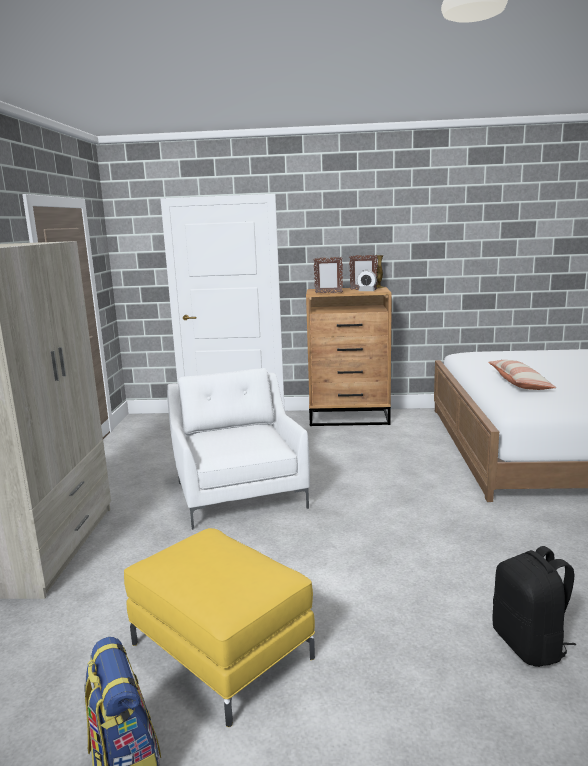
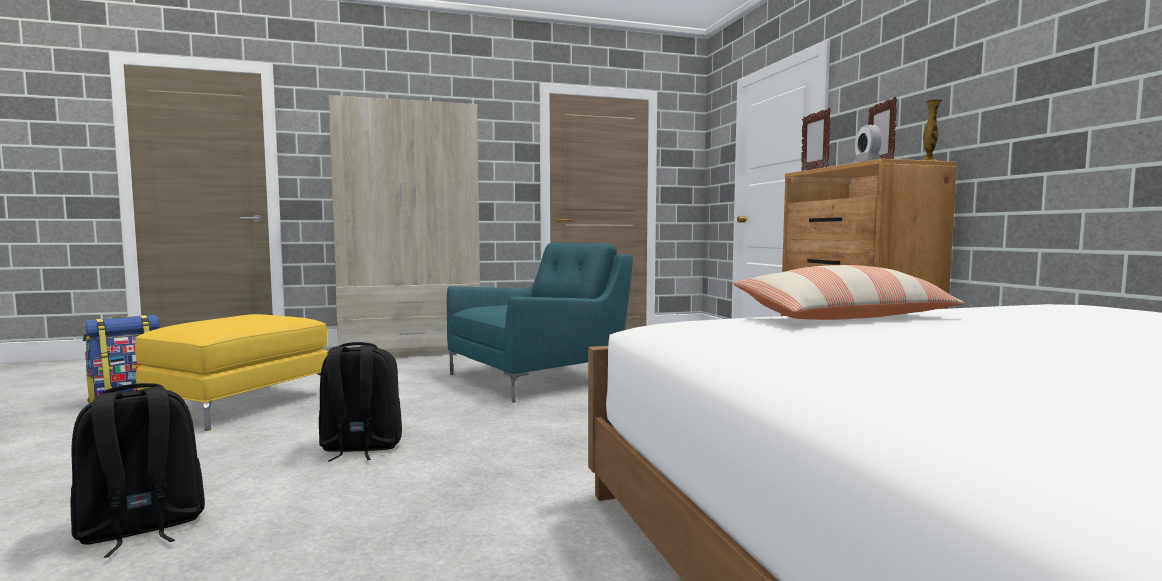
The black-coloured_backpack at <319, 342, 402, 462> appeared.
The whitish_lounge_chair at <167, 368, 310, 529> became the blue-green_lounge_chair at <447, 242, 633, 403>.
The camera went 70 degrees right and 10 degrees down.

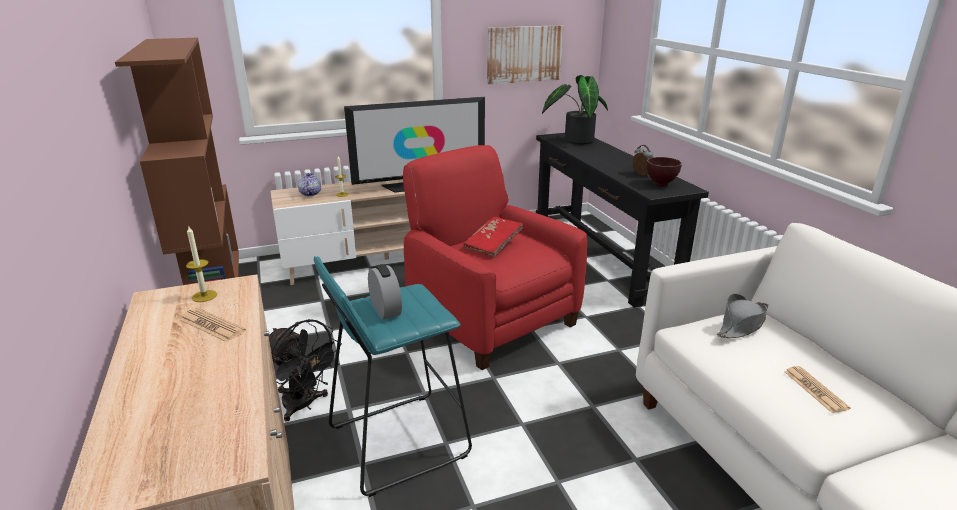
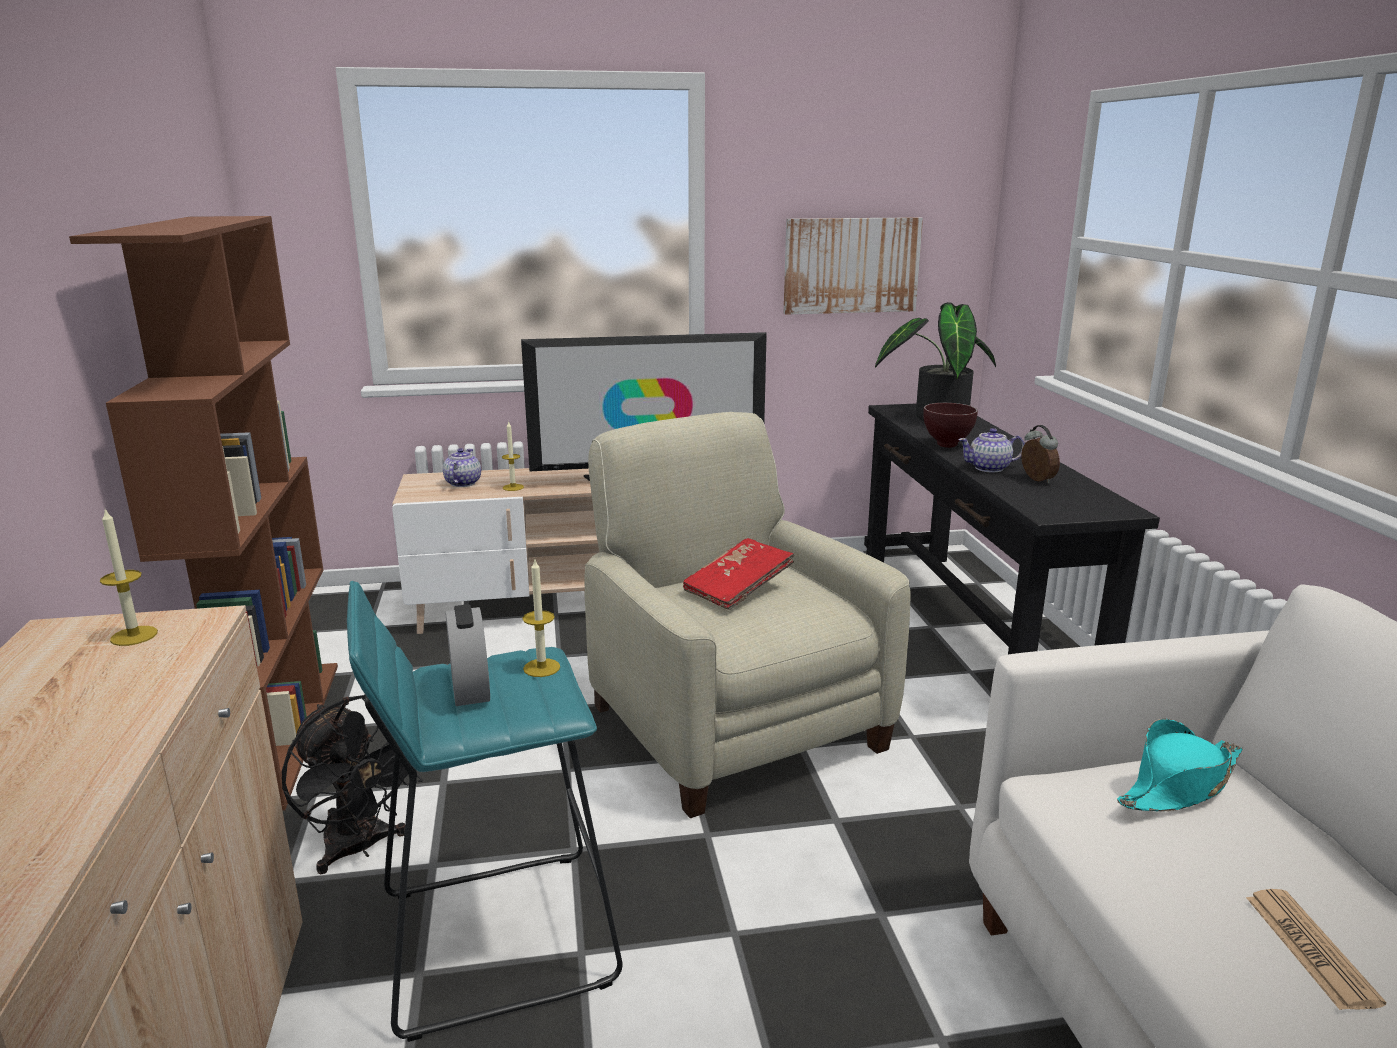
The wax_light at <523, 560, 560, 677> appeared.
The red-coloured_lounge_chair at <403, 145, 587, 370> became the beige_lounge_chair at <585, 412, 910, 818>.
The brown-coloured_bowl moved from <647, 157, 682, 186> to <923, 403, 978, 448>.
The tea_pot at <958, 428, 1025, 472> appeared.
The greyish_clothing_hat at <717, 294, 768, 338> became the blue-green_clothing_hat at <1117, 719, 1243, 812>.
The newspaper at <180, 308, 246, 342> disappeared.
The camera went 10 degrees right and 5 degrees down.

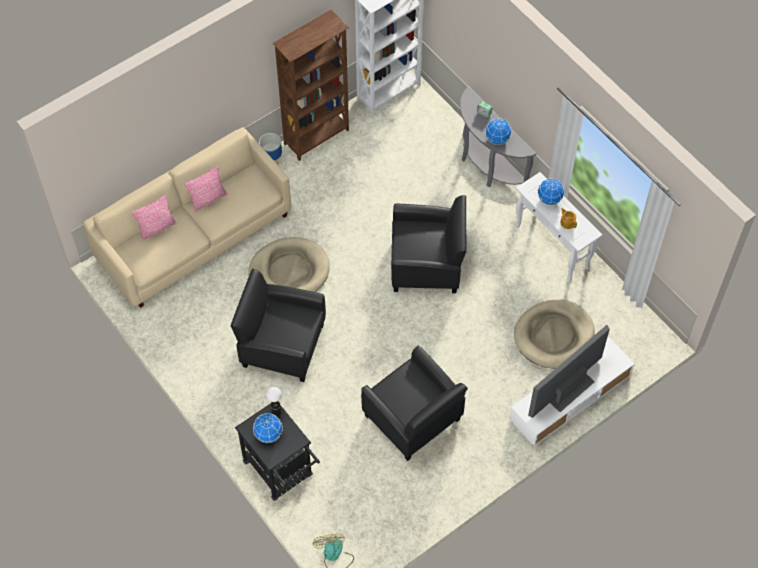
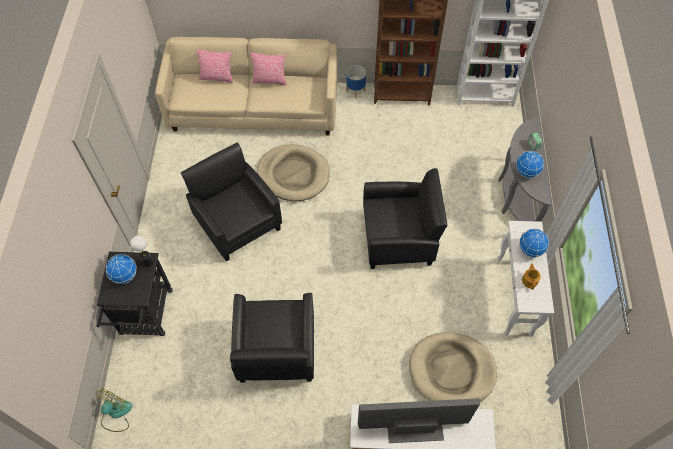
The black-coloured_lounge_chair at <391, 195, 466, 293> turned 45 degrees counterclockwise.
The camera went 40 degrees right and 0 degrees up.

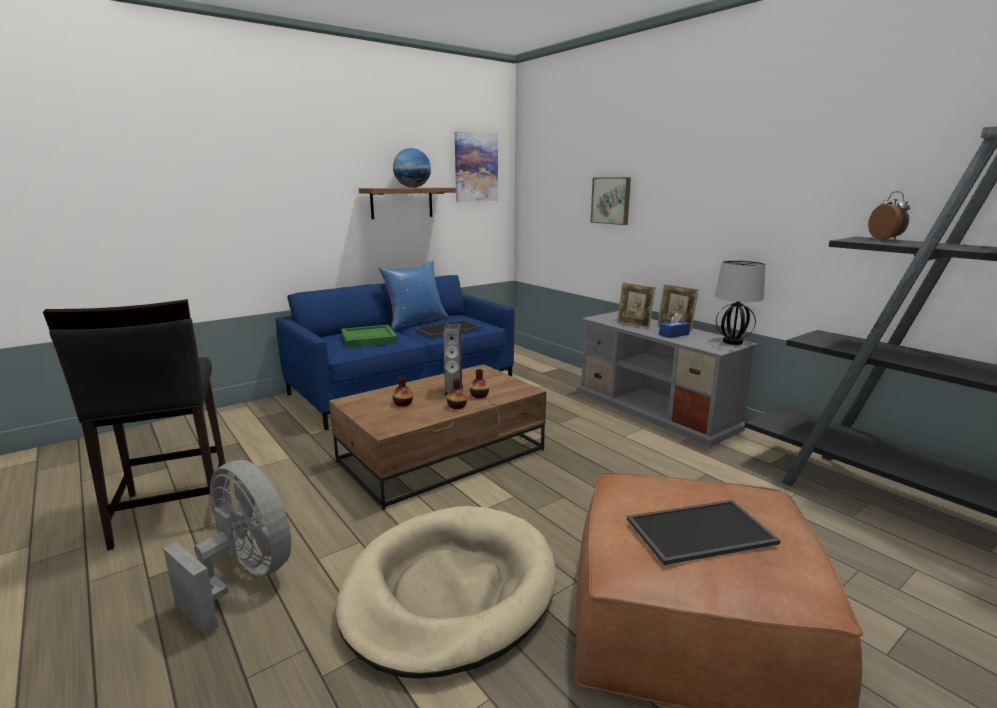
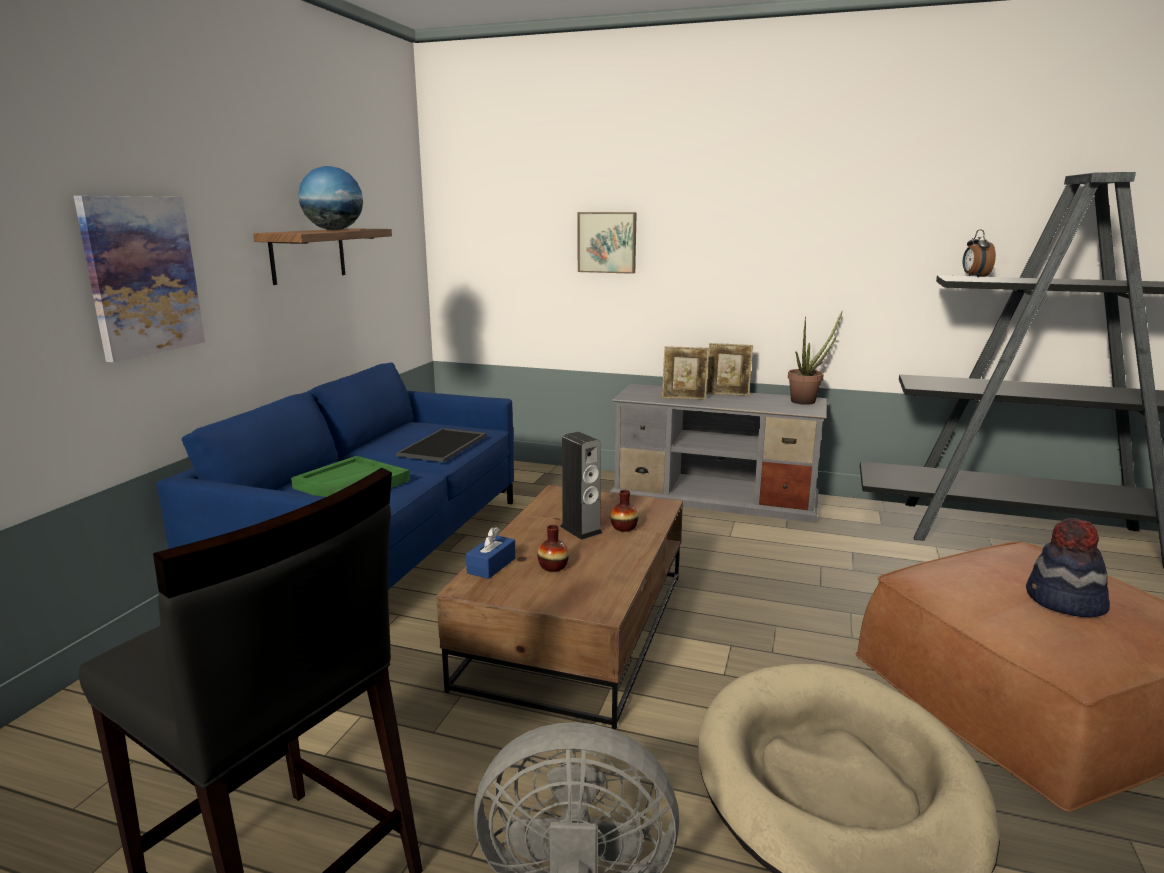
The wall_art moved from <455, 131, 498, 202> to <74, 196, 205, 362>.
The bluish_tissue_holder moved from <659, 312, 690, 338> to <466, 527, 516, 579>.
The tabletop_lamp at <715, 260, 766, 345> was replaced by the potted_plant at <788, 310, 843, 405>.
The bedside_clock at <868, 191, 911, 240> turned 135 degrees counterclockwise.
The serving_tray at <627, 500, 781, 565> was replaced by the clothing_hat at <1026, 518, 1110, 617>.
The bluish_pillow at <378, 261, 449, 330> disappeared.
The flower_vase at <447, 378, 467, 409> disappeared.
The camera went 35 degrees left and 0 degrees up.

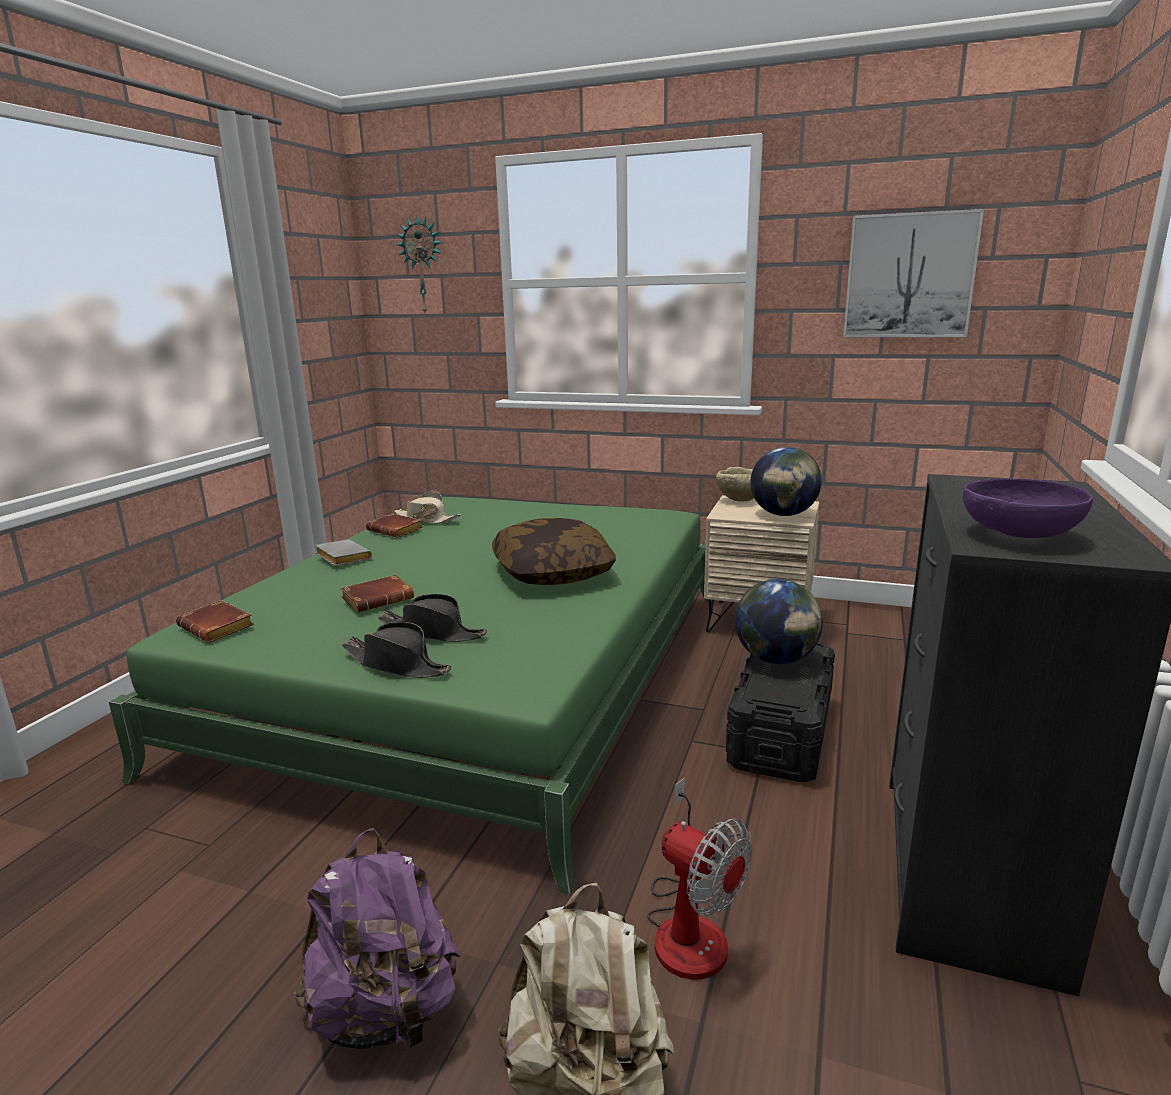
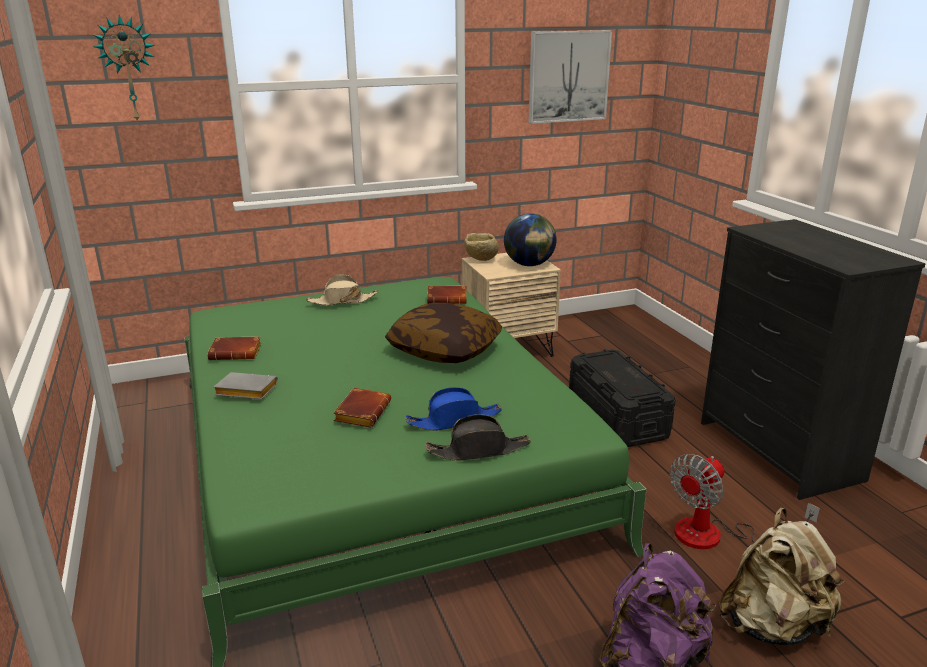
The beige_clothing_hat moved from <394, 490, 460, 524> to <306, 274, 378, 306>.
The black-coloured_clothing_hat at <378, 594, 487, 642> became the bluish_clothing_hat at <406, 387, 502, 431>.
The brown-coloured_book moved from <176, 600, 254, 643> to <427, 286, 467, 304>.
The cooling_fan at <647, 778, 752, 980> turned 135 degrees clockwise.
The world_globe at <735, 579, 823, 664> disappeared.
The purple-coloured_bowl at <963, 478, 1093, 538> disappeared.
The camera went 40 degrees left and 5 degrees up.

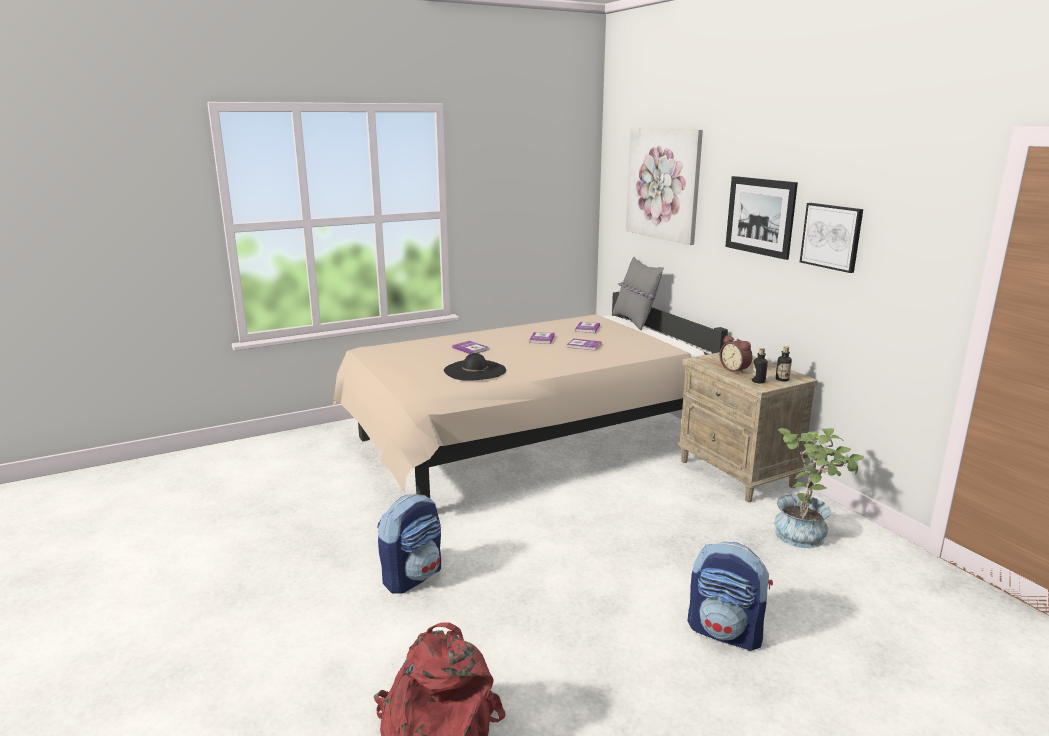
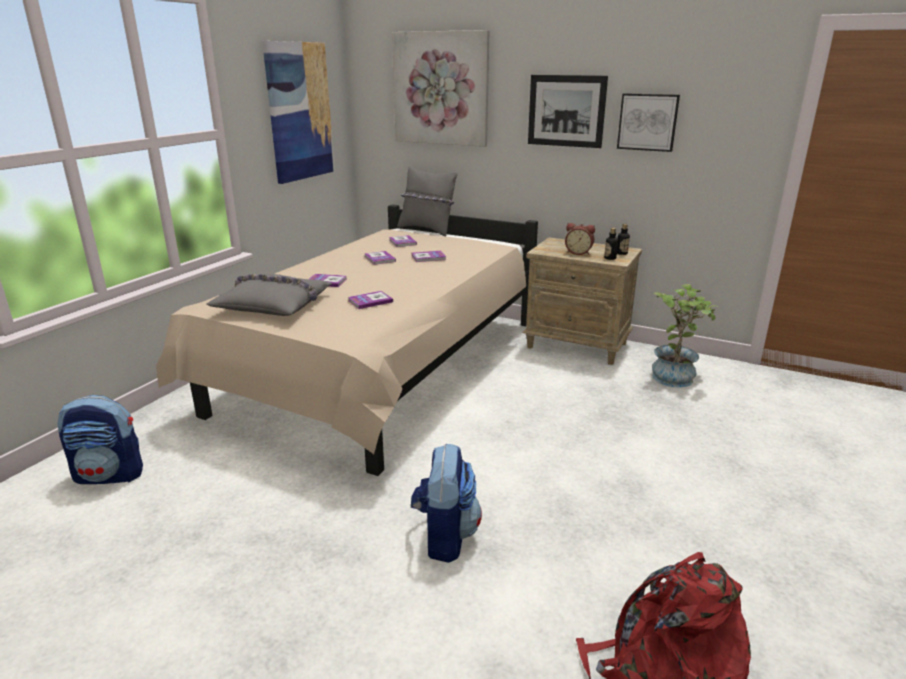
The backpack moved from <688, 542, 773, 651> to <57, 395, 143, 484>.
The greyish_pillow at <206, 274, 332, 316> appeared.
The wall_art at <262, 41, 334, 184> appeared.
The black-coloured_clothing_hat at <444, 353, 506, 381> was replaced by the book at <348, 291, 393, 309>.
The camera went 35 degrees left and 5 degrees up.

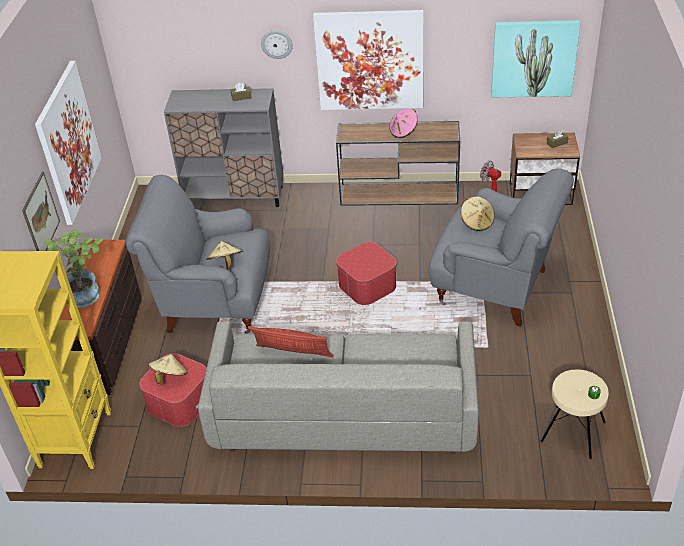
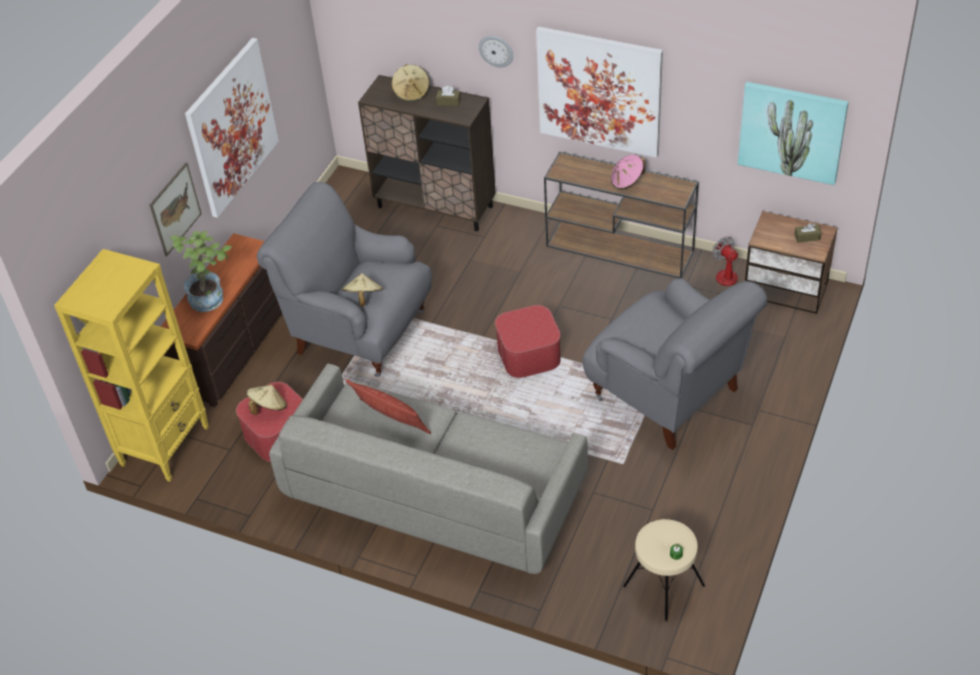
The greyish_storage_cabinet at <164, 88, 284, 207> became the brown-coloured_storage_cabinet at <358, 75, 496, 231>.
The beige_clothing_hat moved from <461, 196, 495, 231> to <391, 64, 430, 102>.
The camera went 20 degrees right and 5 degrees up.

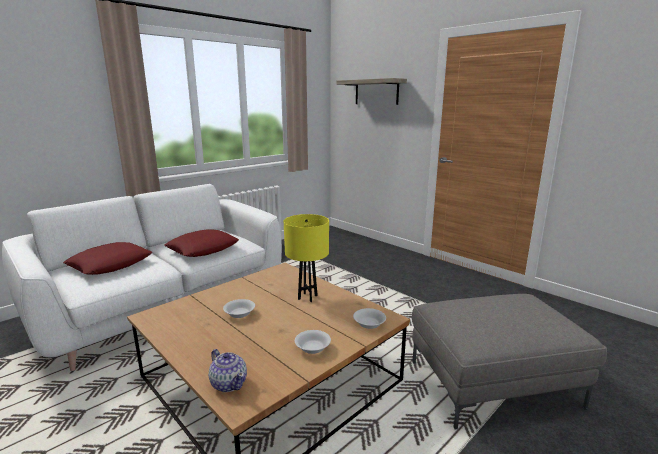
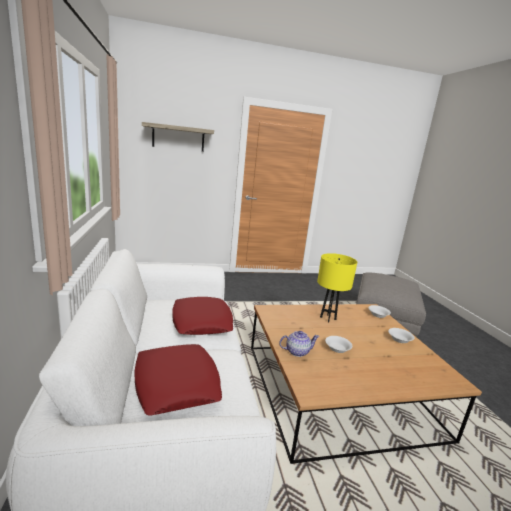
The tea_pot moved from <209, 349, 247, 392> to <279, 331, 319, 357>.
The camera went 60 degrees left and 0 degrees up.

